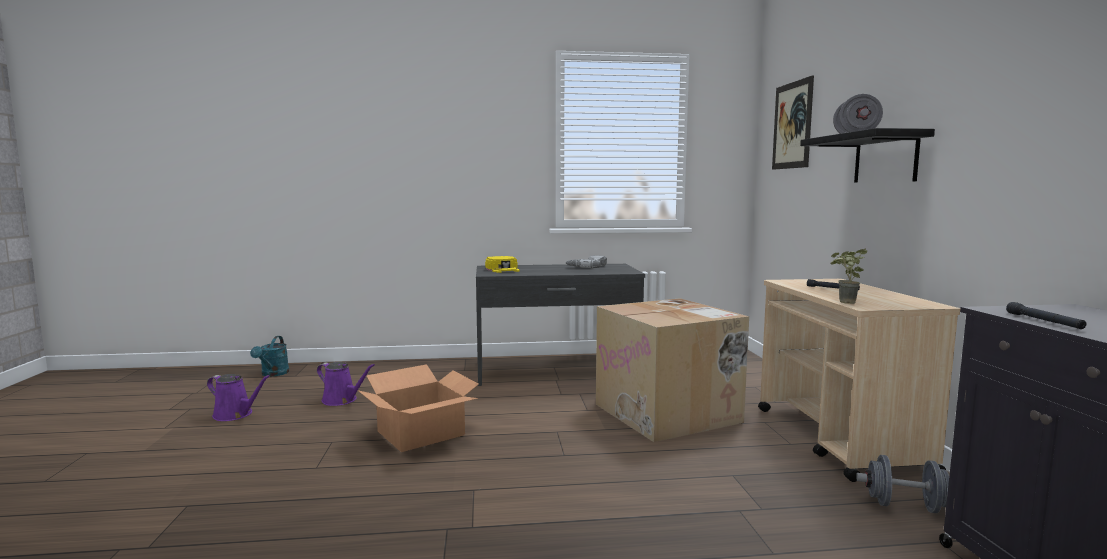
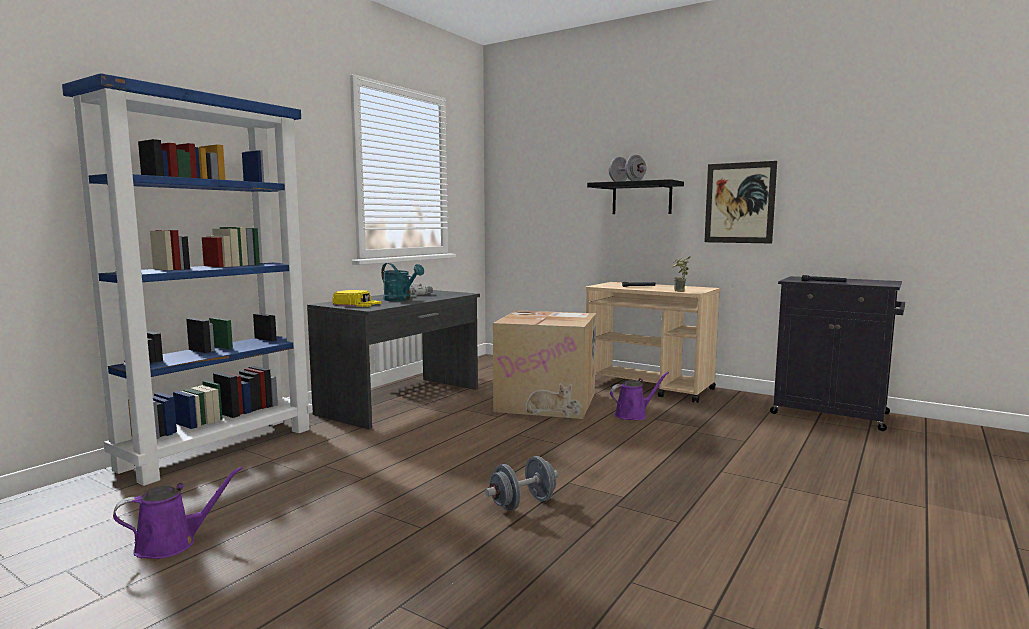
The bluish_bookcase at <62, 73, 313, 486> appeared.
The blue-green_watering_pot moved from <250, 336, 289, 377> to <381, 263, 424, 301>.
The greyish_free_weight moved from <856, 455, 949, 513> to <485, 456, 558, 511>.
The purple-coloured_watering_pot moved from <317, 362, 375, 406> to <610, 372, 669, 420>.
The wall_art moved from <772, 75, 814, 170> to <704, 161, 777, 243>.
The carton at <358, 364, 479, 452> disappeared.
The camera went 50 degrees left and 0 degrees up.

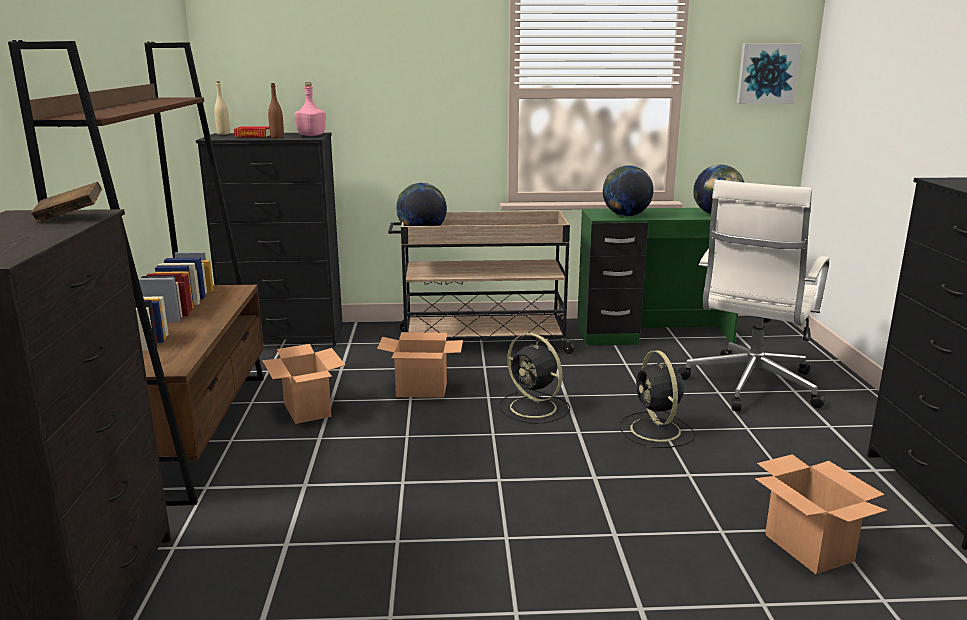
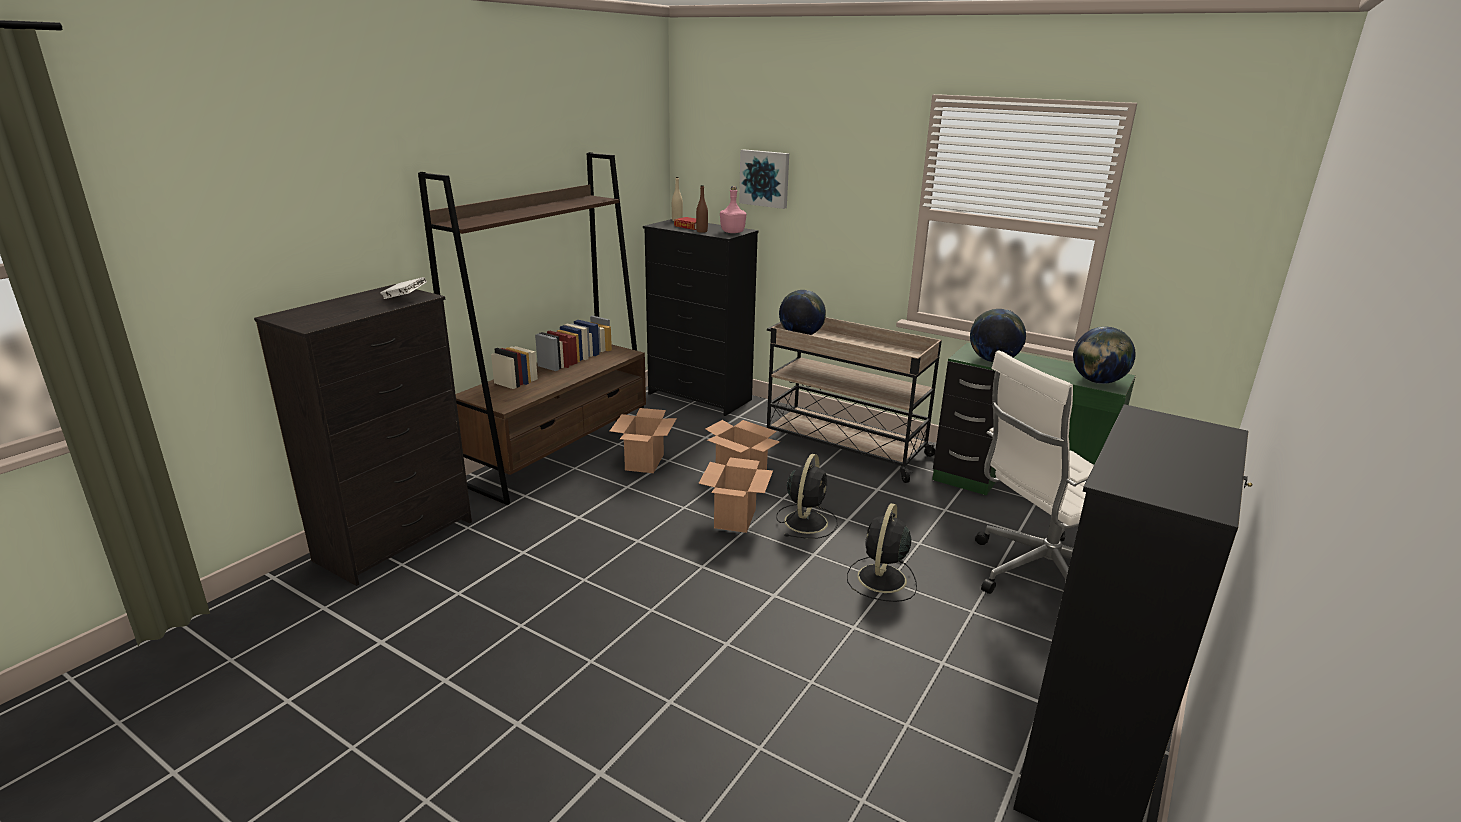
The brown-coloured_book at <30, 182, 102, 223> became the whitish_book at <380, 277, 427, 299>.
The carton moved from <755, 454, 887, 574> to <698, 457, 773, 533>.
The wall_art moved from <736, 44, 801, 103> to <739, 149, 789, 209>.
The black-coloured_cooling_fan at <499, 333, 570, 424> turned 150 degrees counterclockwise.
The camera went 35 degrees right and 5 degrees up.

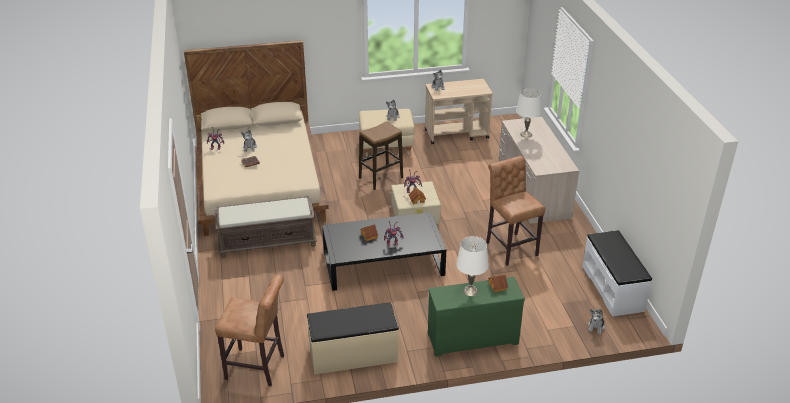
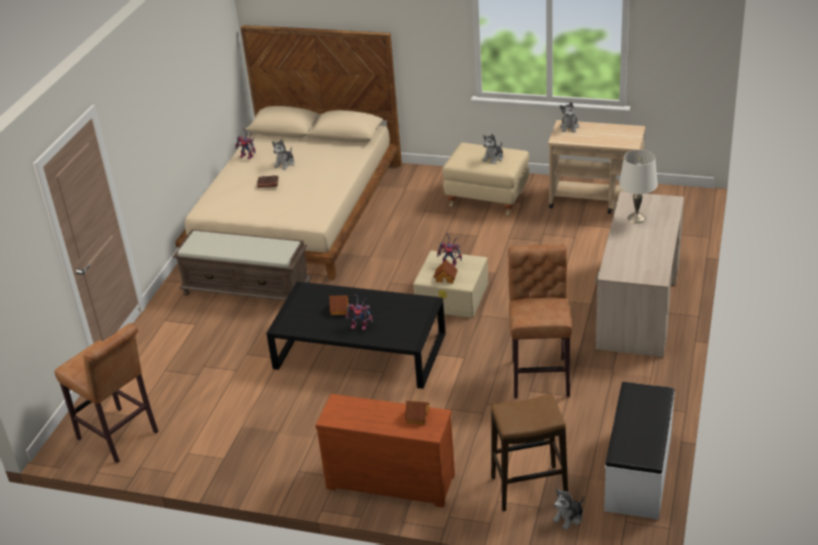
The green_dresser at <428, 277, 525, 357> became the brown-coloured_dresser at <315, 394, 455, 508>.
The stool_seat moved from <359, 122, 403, 190> to <491, 394, 568, 511>.
The beige_bench at <307, 302, 399, 375> disappeared.
The whitish_tabletop_lamp at <456, 236, 489, 296> disappeared.
The camera went 30 degrees right and 0 degrees up.

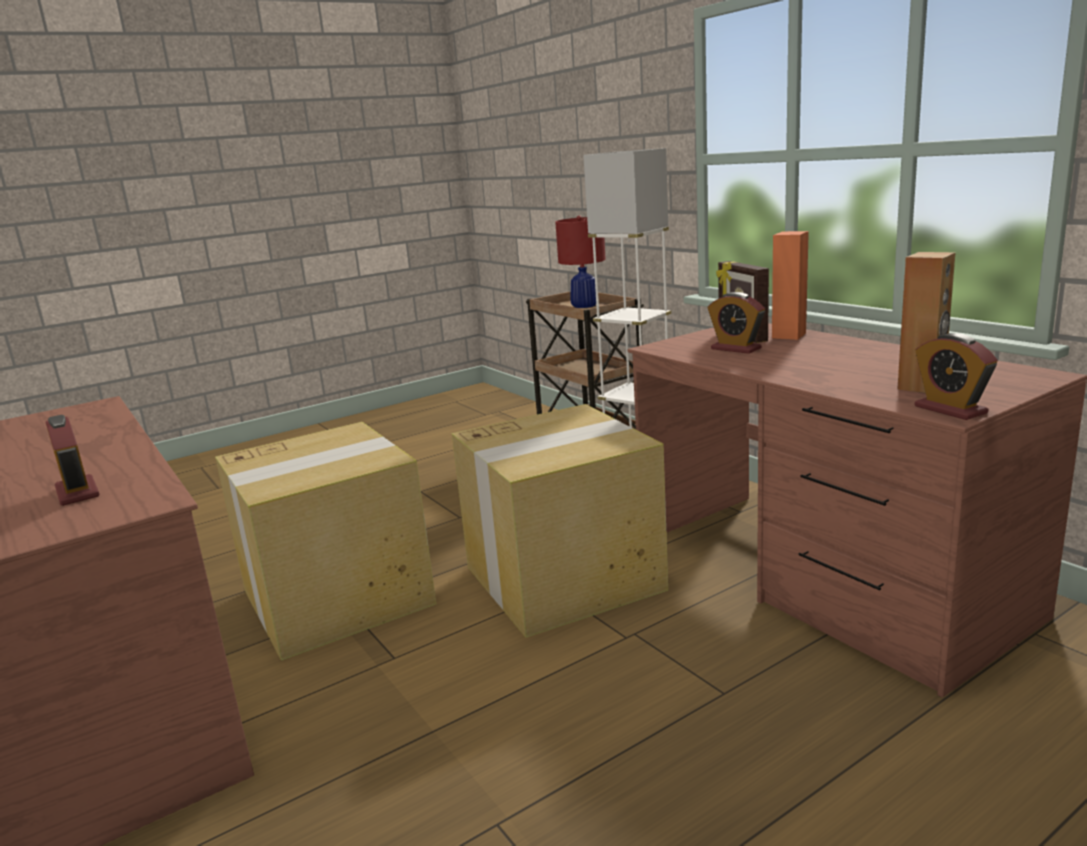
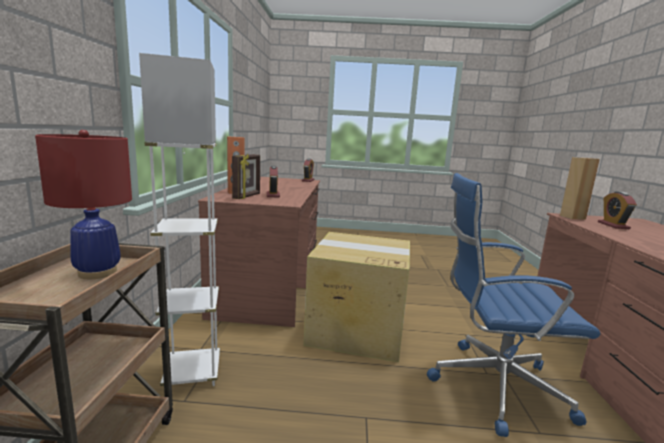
The carton at <215, 422, 436, 660> was replaced by the bluish_desk_chair at <427, 173, 600, 437>.
The brown-coloured_audio_speaker moved from <897, 252, 956, 393> to <560, 157, 600, 219>.
The camera went 145 degrees left and 5 degrees down.

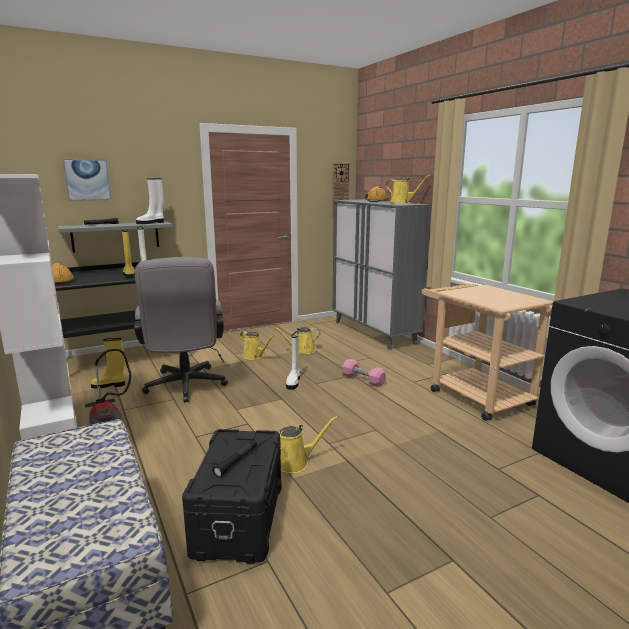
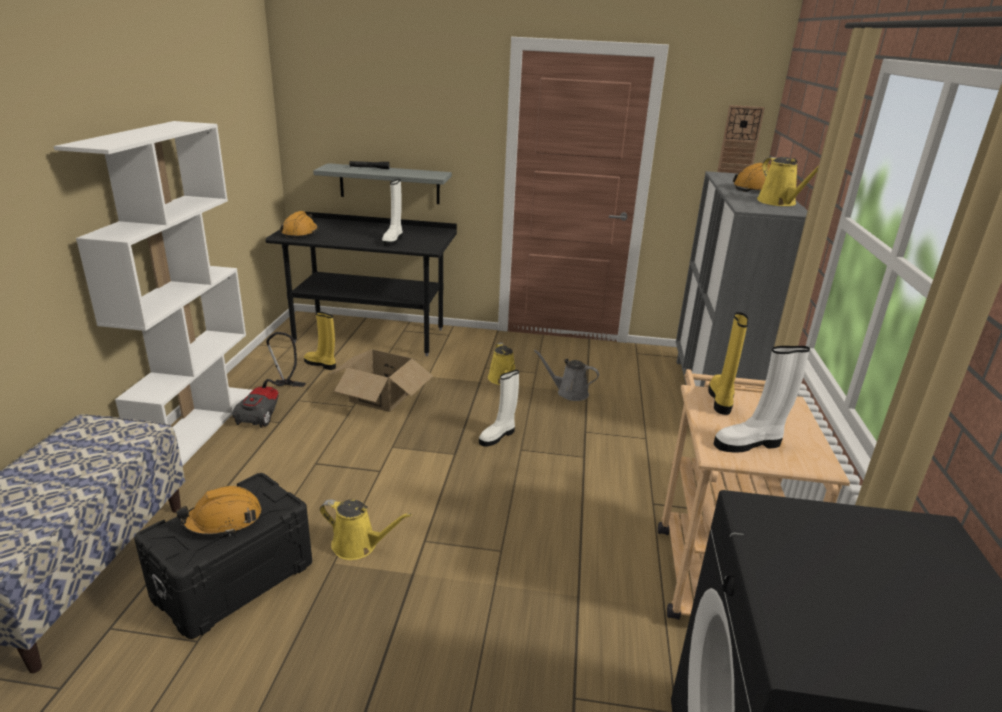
The black-coloured_torch at <213, 440, 257, 478> was replaced by the orange_work_helmet at <176, 486, 261, 537>.
The greyish_desk_chair at <134, 257, 228, 403> was replaced by the carton at <328, 349, 433, 412>.
The yellowish_watering_pot at <275, 327, 320, 354> became the greyish_watering_pot at <534, 350, 599, 401>.
The yellowish_high-top_boot moved from <122, 230, 135, 279> to <708, 312, 748, 415>.
The whitish_high-top_boot moved from <136, 178, 164, 224> to <714, 346, 810, 453>.
The wall_art at <63, 159, 111, 201> disappeared.
The pink_free_weight at <342, 358, 386, 387> disappeared.
The camera went 35 degrees right and 10 degrees up.

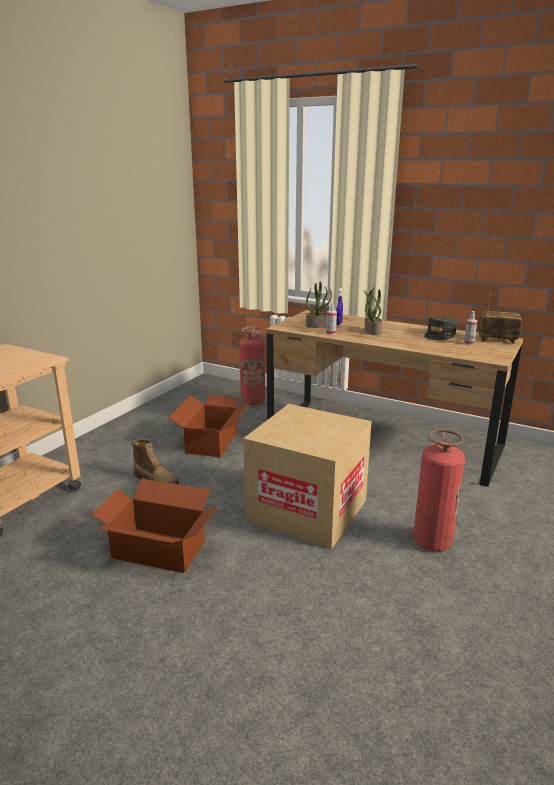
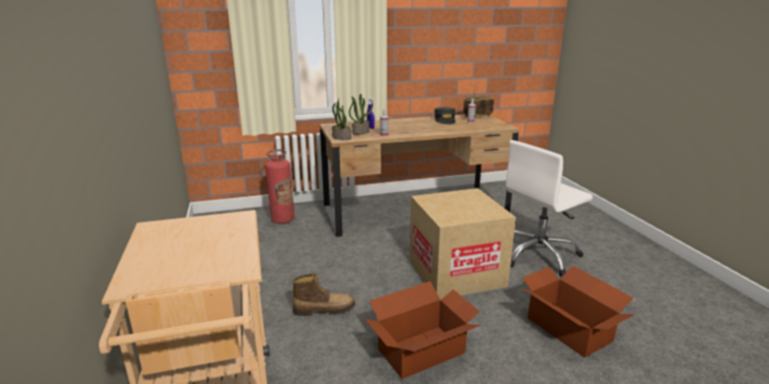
The potted_plant moved from <363, 286, 382, 335> to <332, 99, 351, 140>.
The extinguisher at <413, 430, 465, 551> was replaced by the whitish_desk_chair at <506, 140, 593, 276>.
The carton moved from <169, 395, 251, 457> to <520, 266, 635, 358>.
The camera went 45 degrees left and 0 degrees up.

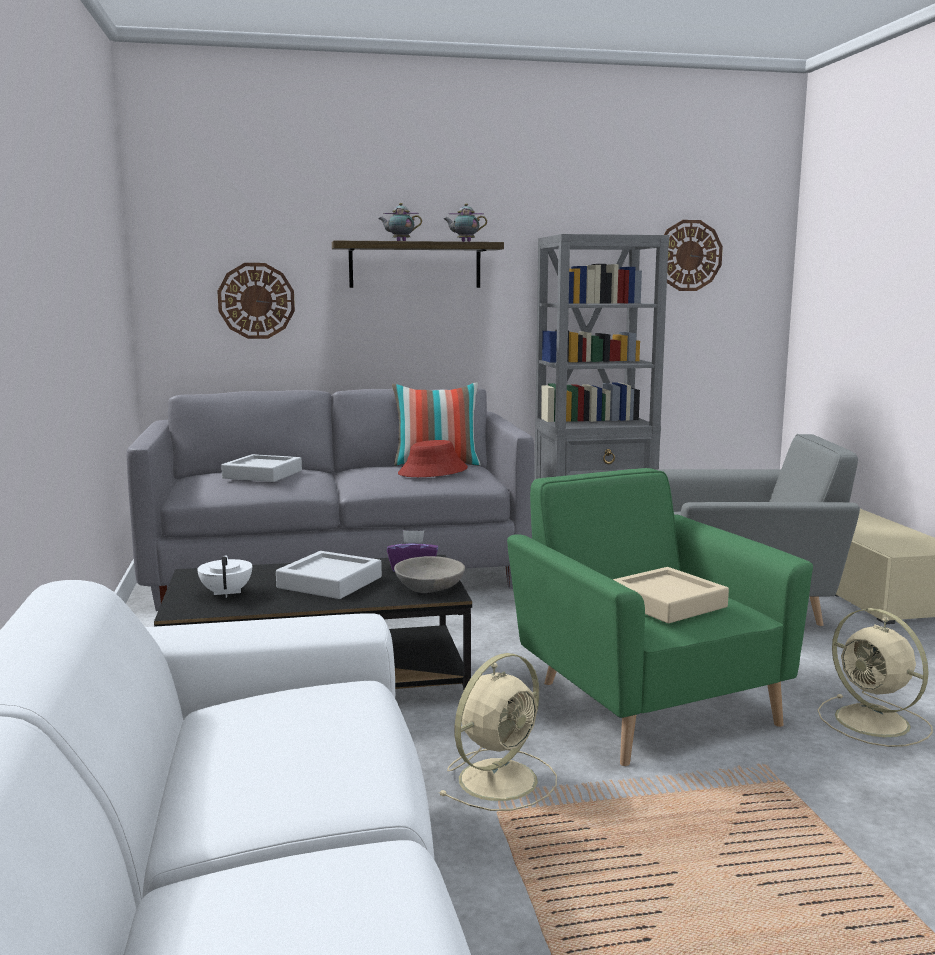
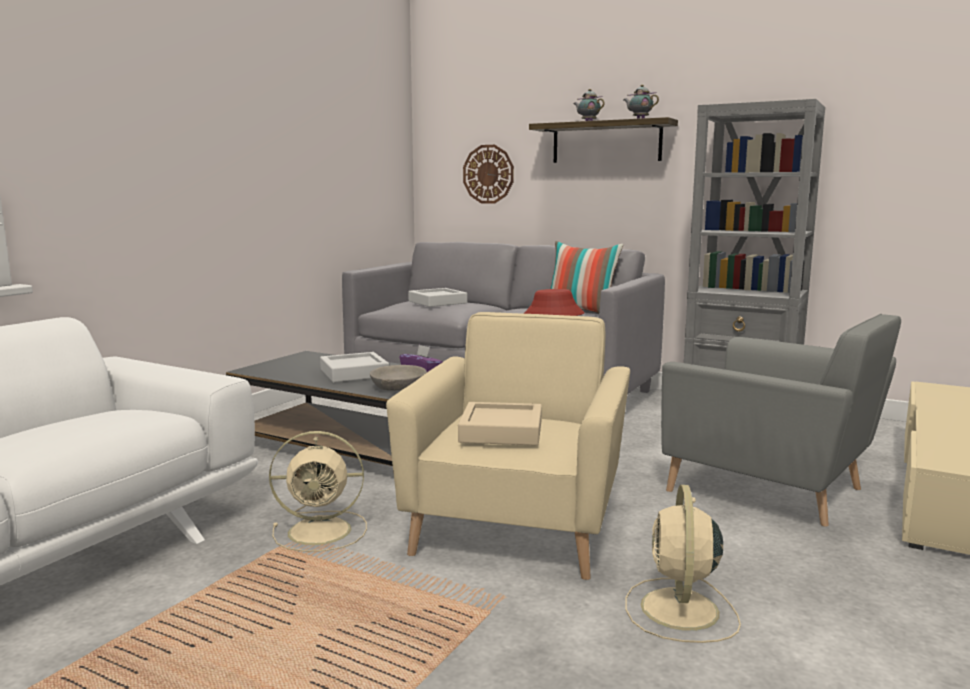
The green_lounge_chair at <507, 468, 813, 766> became the beige_lounge_chair at <386, 312, 630, 580>.
The whitish_tea_pot at <197, 555, 252, 598> disappeared.
The hanging_clock at <664, 220, 723, 291> disappeared.
The camera went 40 degrees right and 0 degrees up.

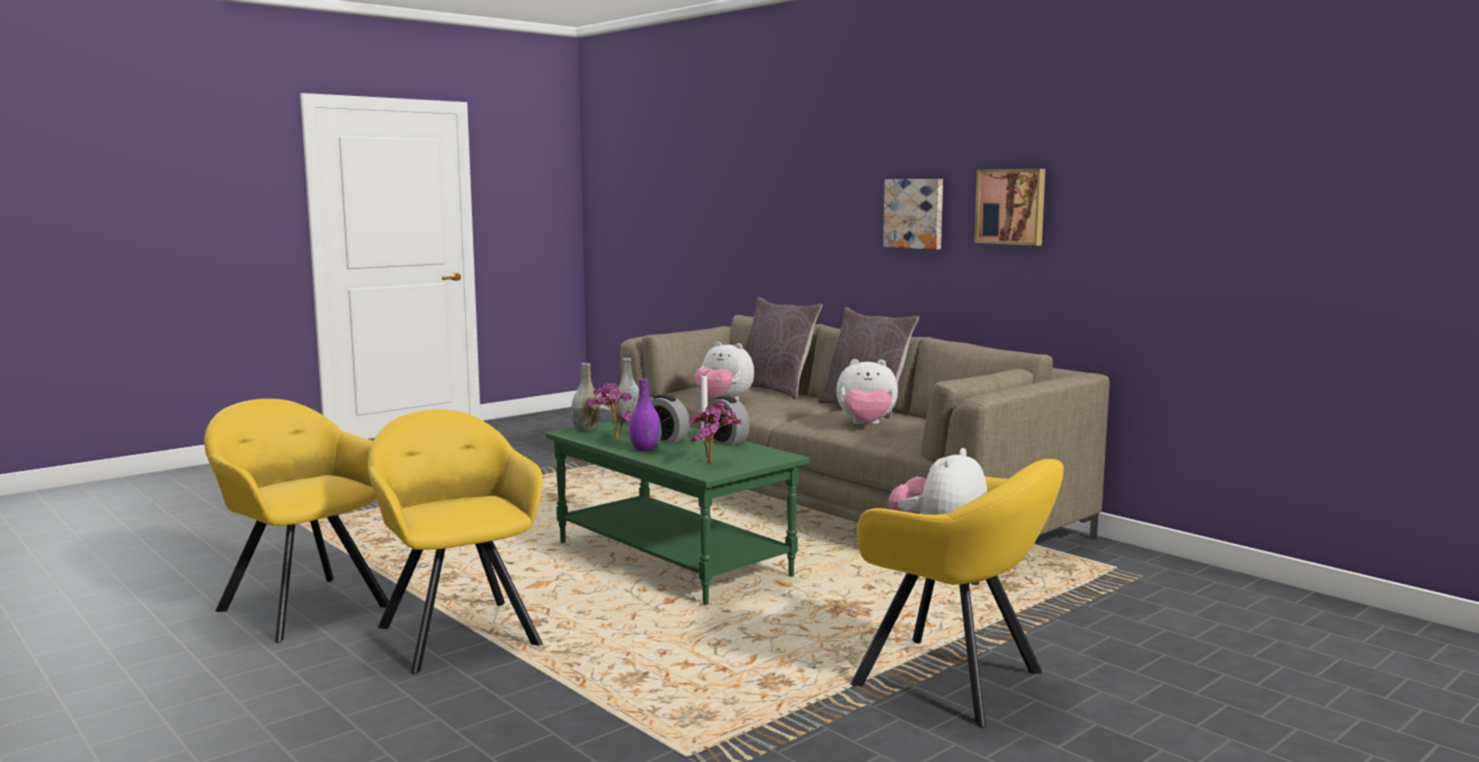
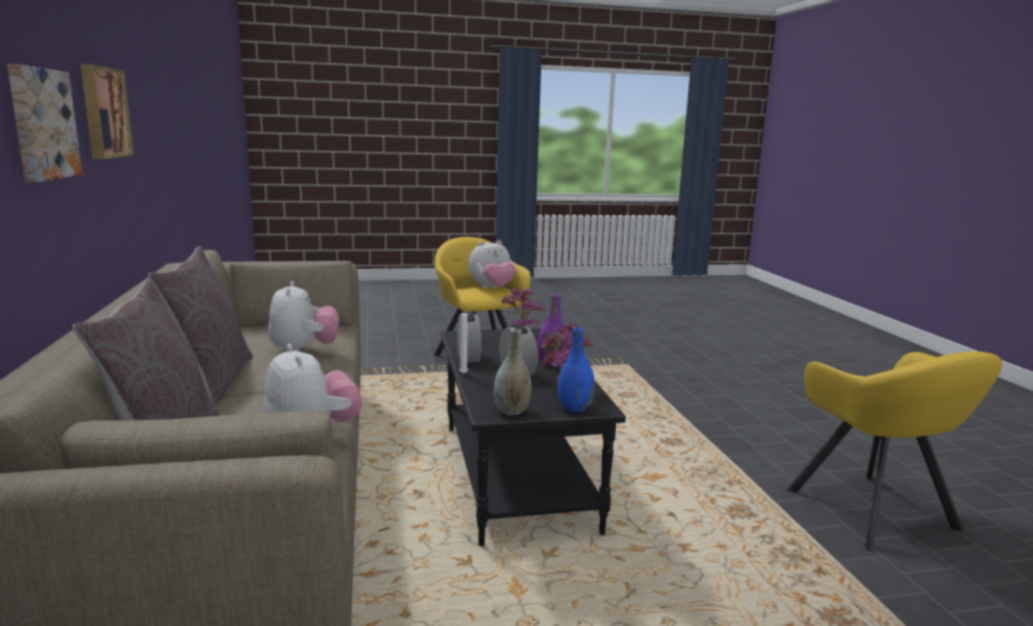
The plush_toy at <836, 359, 898, 424> turned 45 degrees clockwise.
The green_low_table at <546, 420, 810, 605> became the black-coloured_low_table at <441, 328, 626, 546>.
The greyish_flower_vase at <571, 363, 601, 431> became the bluish_flower_vase at <558, 328, 595, 412>.
The yellowish_lounge_chair at <368, 409, 543, 674> disappeared.
The camera went 150 degrees left and 5 degrees up.

